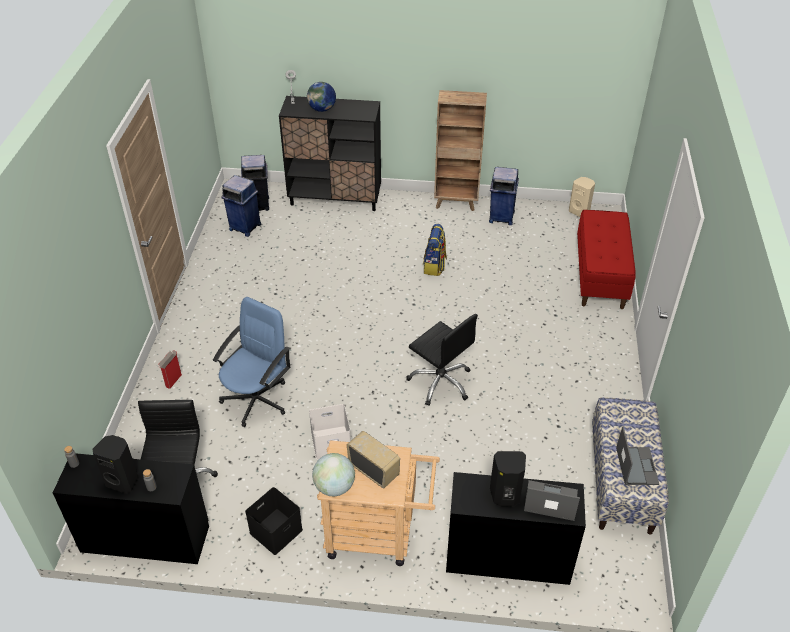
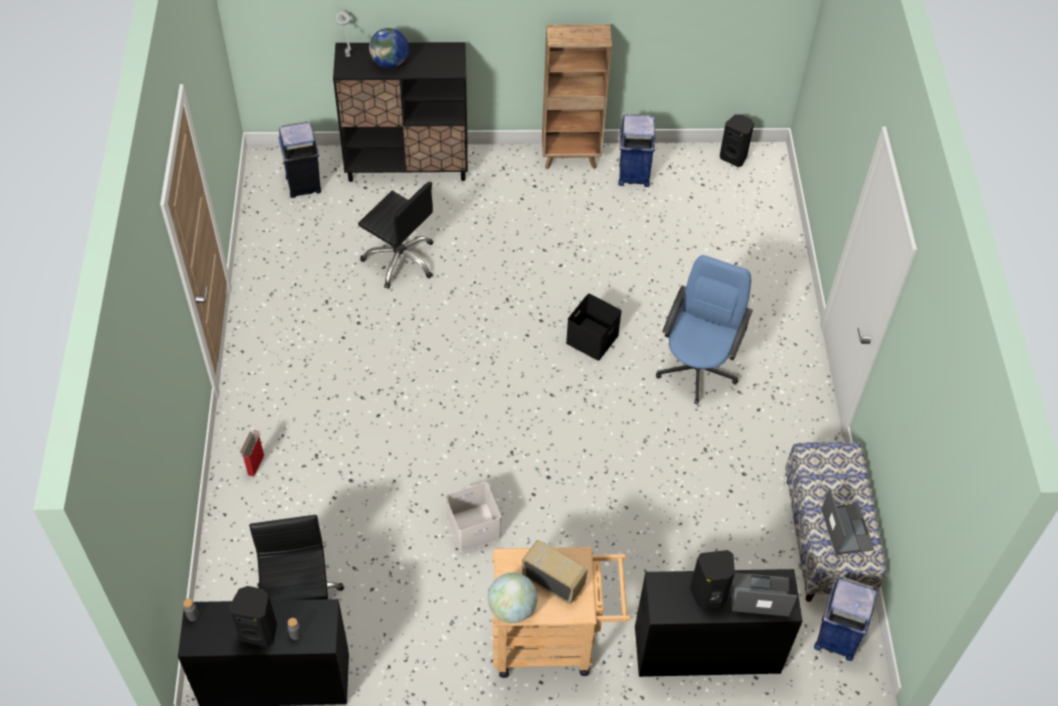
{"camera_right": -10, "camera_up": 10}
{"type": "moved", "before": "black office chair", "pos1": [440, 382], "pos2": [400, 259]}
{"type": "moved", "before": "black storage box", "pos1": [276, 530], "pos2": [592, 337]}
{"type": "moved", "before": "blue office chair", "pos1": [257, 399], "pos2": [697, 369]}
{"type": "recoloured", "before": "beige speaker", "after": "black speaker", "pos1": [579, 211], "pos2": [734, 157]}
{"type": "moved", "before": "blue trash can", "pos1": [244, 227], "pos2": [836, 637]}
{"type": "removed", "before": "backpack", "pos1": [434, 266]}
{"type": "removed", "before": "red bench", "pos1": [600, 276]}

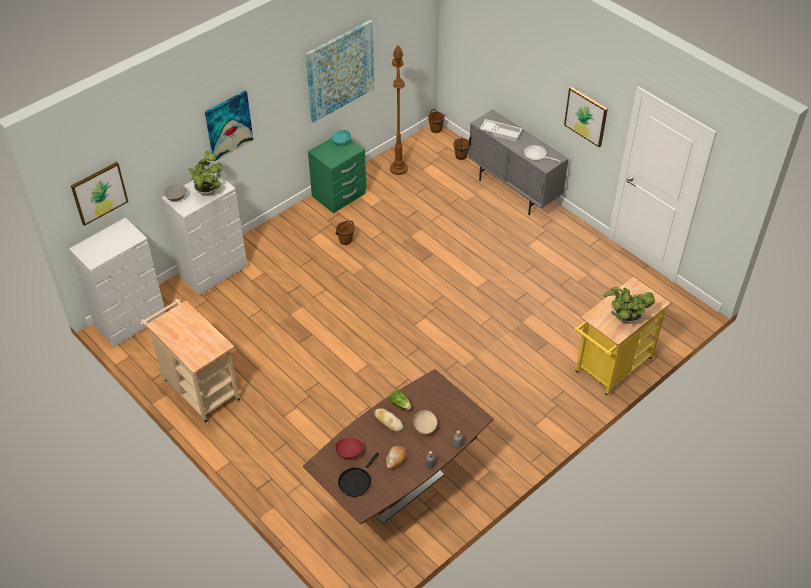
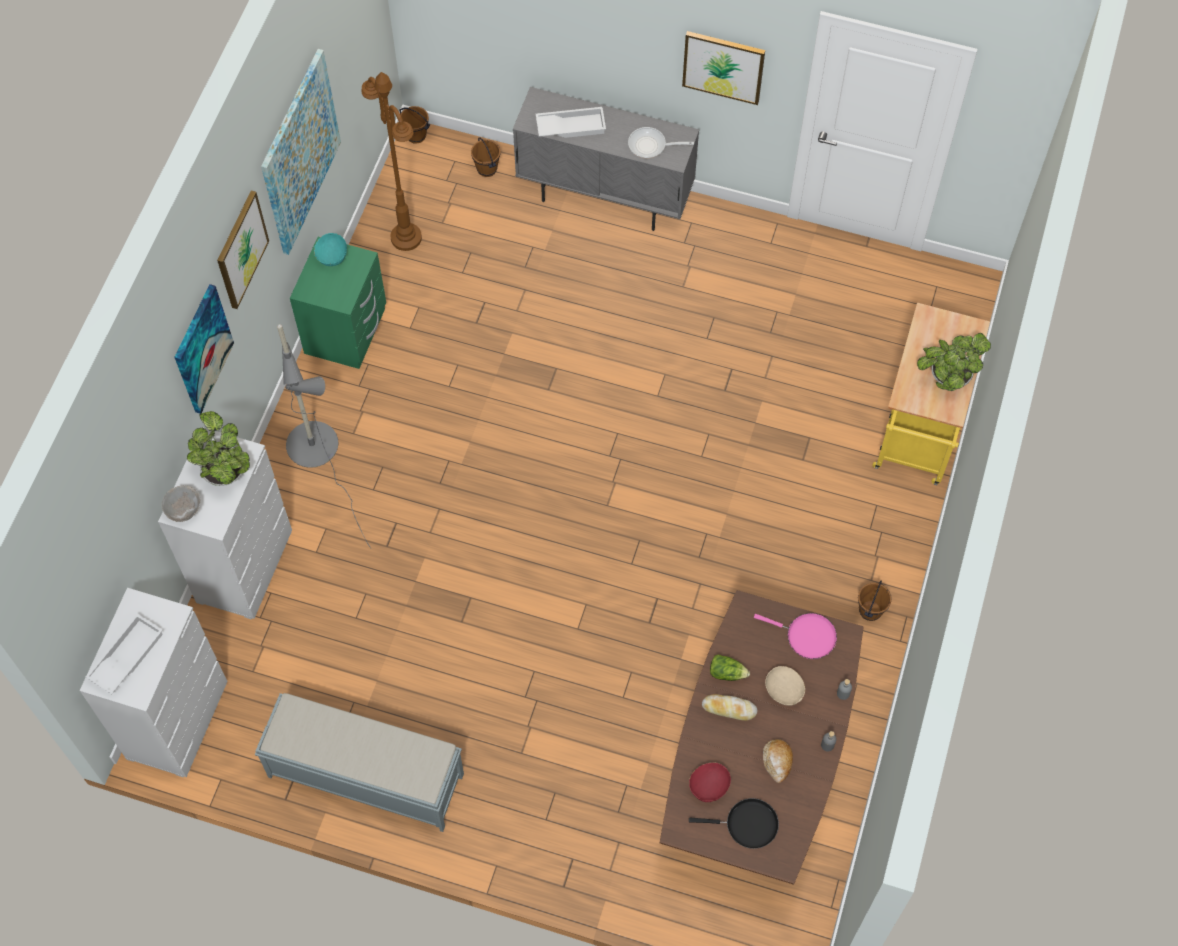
{"camera_right": -30, "camera_up": 15}
{"type": "added", "after": "white tray", "pos2": [126, 656]}
{"type": "moved", "before": "picture", "pos1": [99, 193], "pos2": [241, 249]}
{"type": "replaced", "before": "beige cart", "after": "grey bench", "pos1": [198, 387], "pos2": [364, 775]}
{"type": "added", "after": "grey floor lamp", "pos2": [318, 453]}
{"type": "turned", "before": "black frying pan", "pos1": [356, 481], "pos2": [747, 825], "turn": -90}
{"type": "added", "after": "pink frying pan", "pos2": [807, 636]}
{"type": "moved", "before": "brown bucket", "pos1": [345, 240], "pos2": [869, 610]}

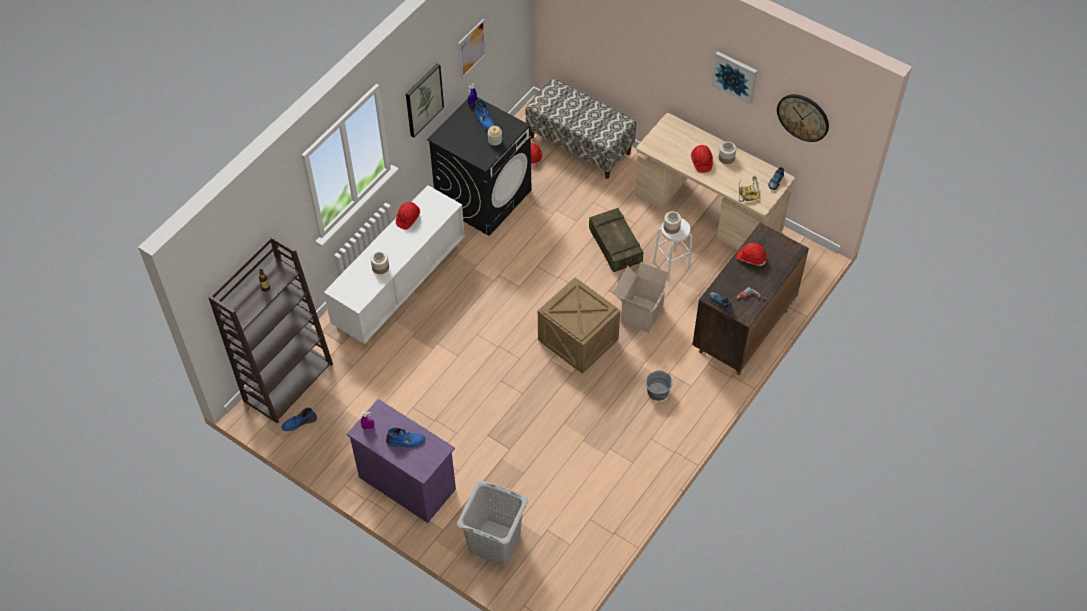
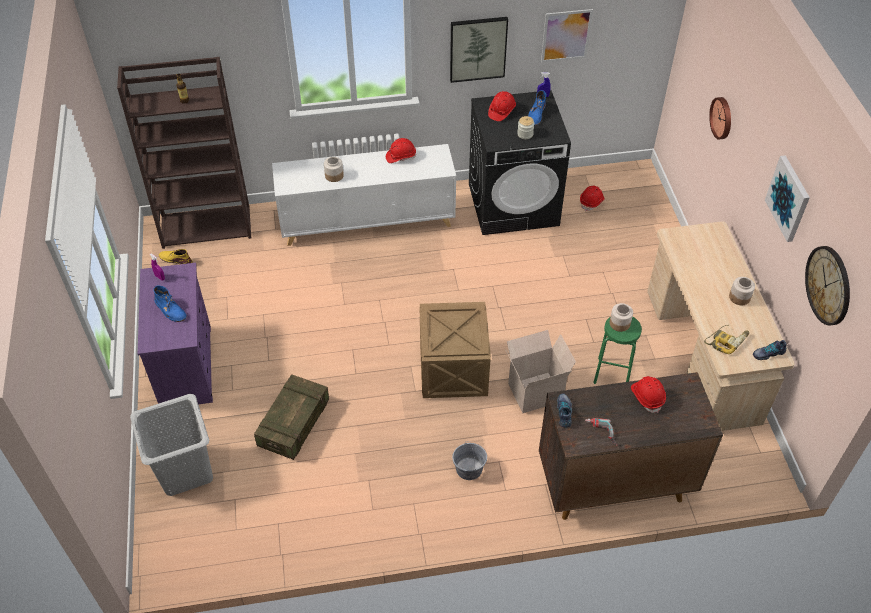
{"camera_right": 45, "camera_up": -5}
{"type": "recoloured", "before": "blue boot", "after": "yellow boot", "pos1": [299, 422], "pos2": [176, 260]}
{"type": "moved", "before": "crate", "pos1": [615, 246], "pos2": [294, 424]}
{"type": "moved", "before": "red hard hat", "pos1": [701, 162], "pos2": [501, 111]}
{"type": "recoloured", "before": "white stool", "after": "green stool", "pos1": [671, 265], "pos2": [612, 373]}
{"type": "added", "after": "wall clock", "pos2": [722, 118]}
{"type": "removed", "before": "bench", "pos1": [580, 145]}

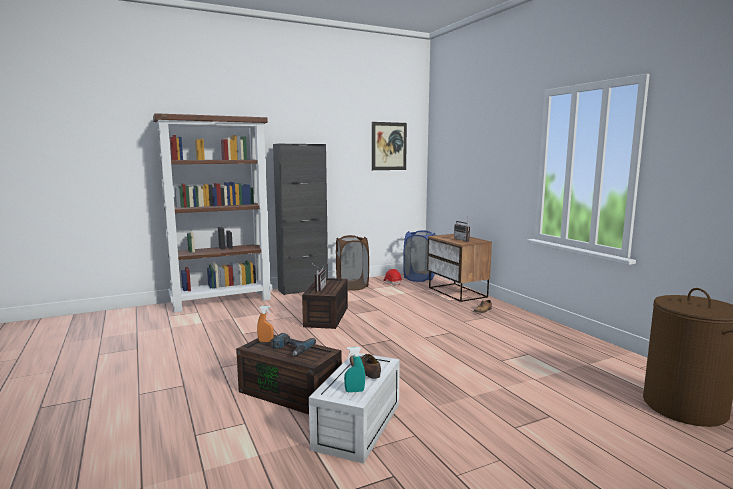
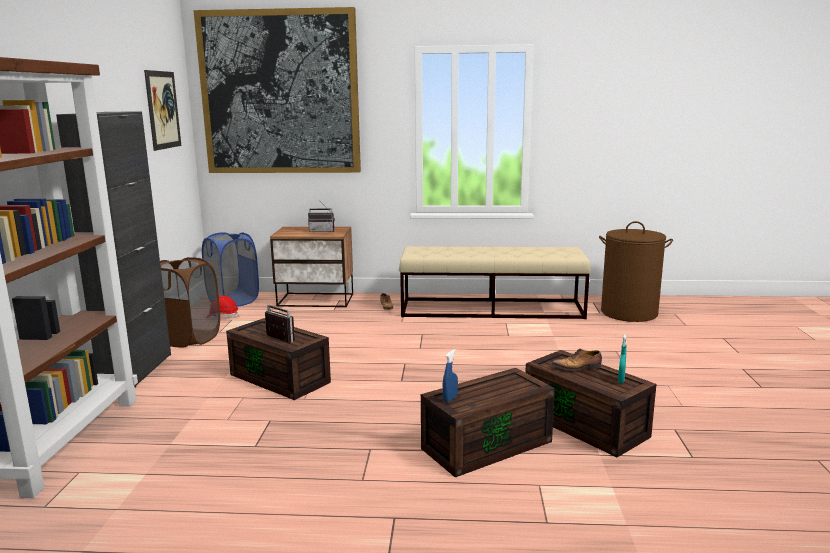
{"camera_right": -60, "camera_up": 5}
{"type": "added", "after": "picture", "pos2": [280, 93]}
{"type": "added", "after": "beige bench", "pos2": [492, 309]}
{"type": "recoloured", "before": "orange spray bottle", "after": "blue spray bottle", "pos1": [265, 341], "pos2": [450, 399]}
{"type": "recoloured", "before": "white storage box", "after": "brown storage box", "pos1": [359, 427], "pos2": [587, 425]}
{"type": "removed", "before": "power drill", "pos1": [291, 349]}

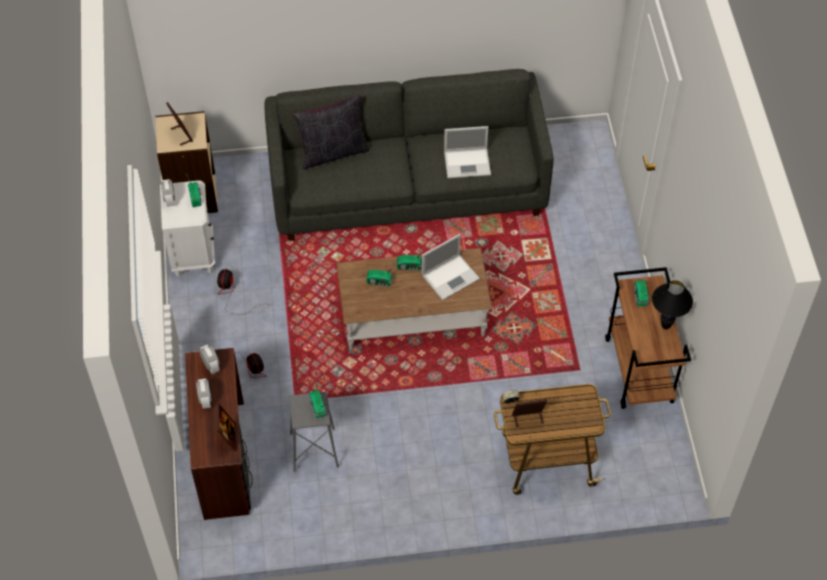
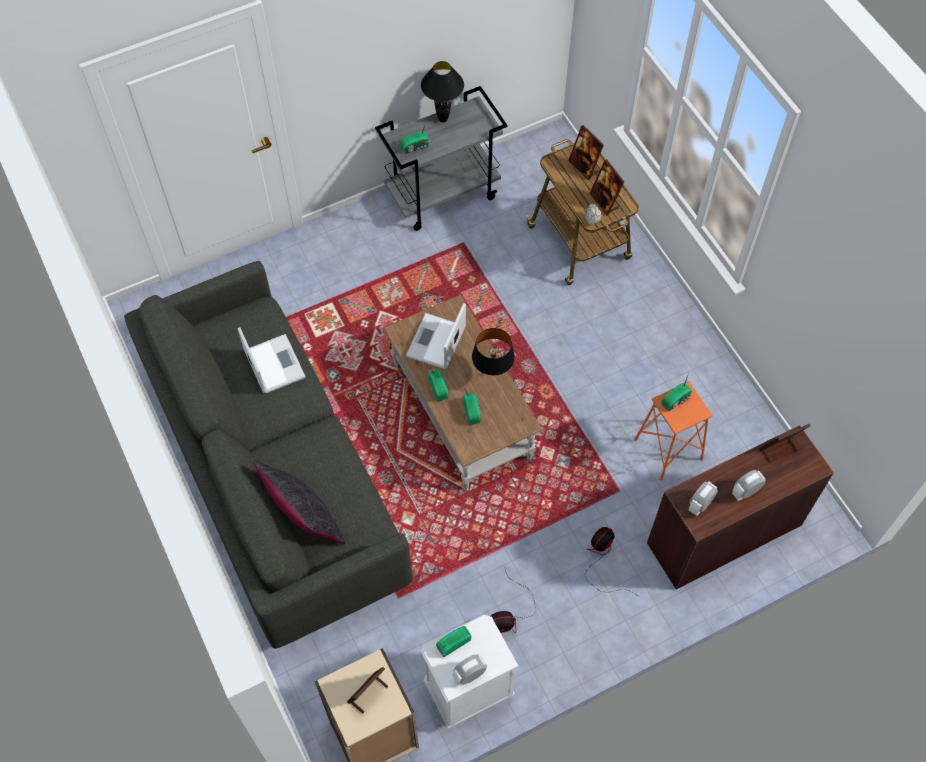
{"camera_right": -110, "camera_up": 5}
{"type": "recoloured", "before": "brown cart", "after": "grey cart", "pos1": [639, 371], "pos2": [443, 194]}
{"type": "turned", "before": "laptop", "pos1": [451, 276], "pos2": [436, 343], "turn": -105}
{"type": "added", "after": "black table lamp", "pos2": [492, 375]}
{"type": "added", "after": "picture frame", "pos2": [584, 167]}
{"type": "recoloured", "before": "grey stool", "after": "orange stool", "pos1": [314, 450], "pos2": [668, 449]}

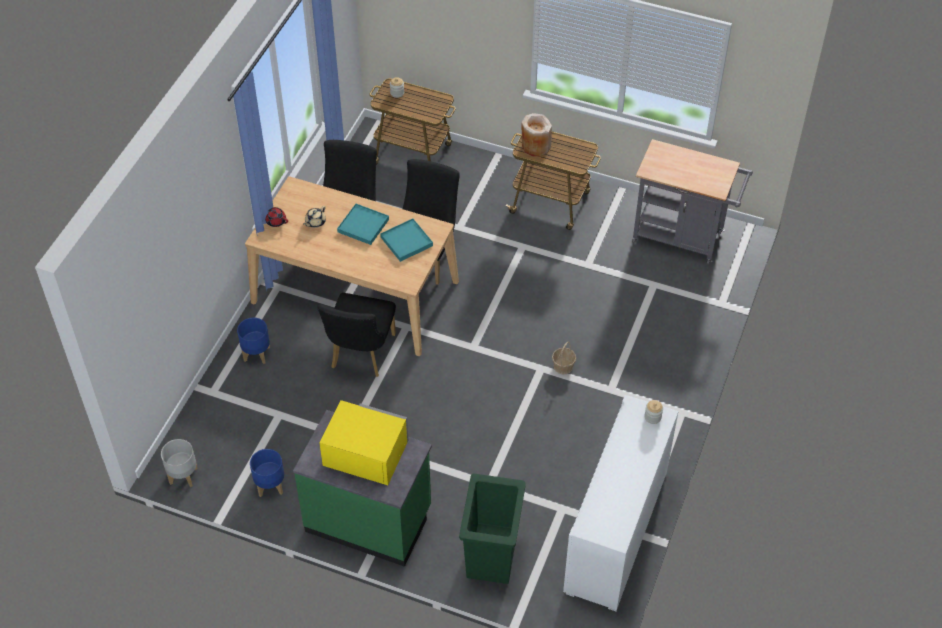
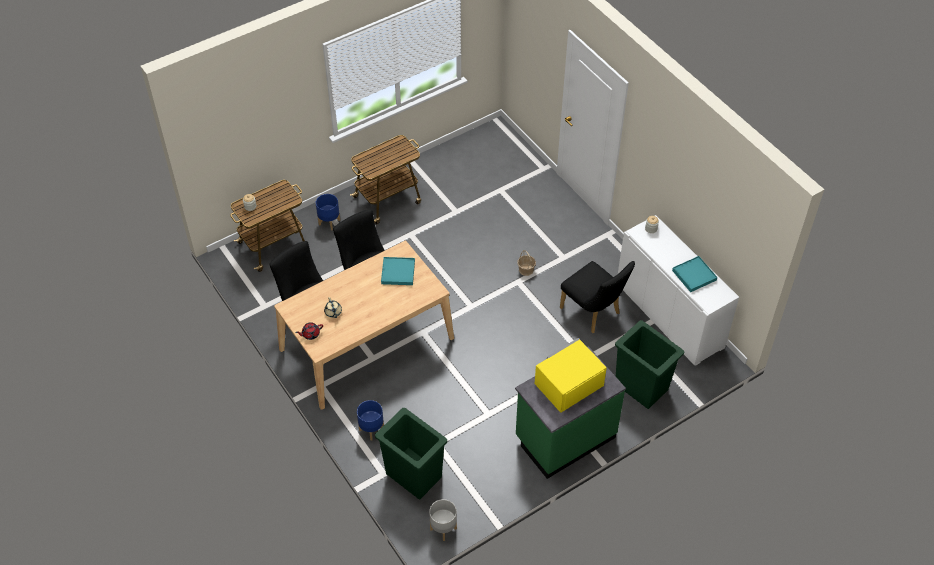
{"camera_right": -55, "camera_up": 0}
{"type": "moved", "before": "blue planter", "pos1": [270, 486], "pos2": [329, 222]}
{"type": "added", "after": "green trash can", "pos2": [413, 475]}
{"type": "moved", "before": "black chair", "pos1": [361, 355], "pos2": [593, 313]}
{"type": "moved", "before": "turquoise tray", "pos1": [363, 226], "pos2": [694, 275]}
{"type": "removed", "before": "beige vase", "pos1": [535, 146]}
{"type": "removed", "before": "grey cart", "pos1": [683, 238]}

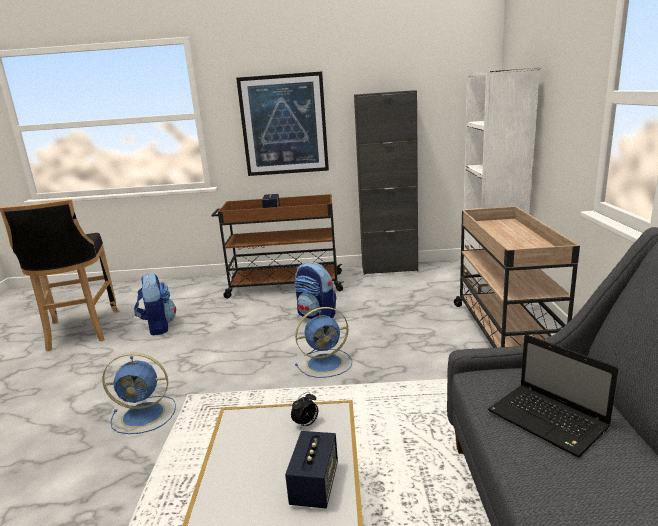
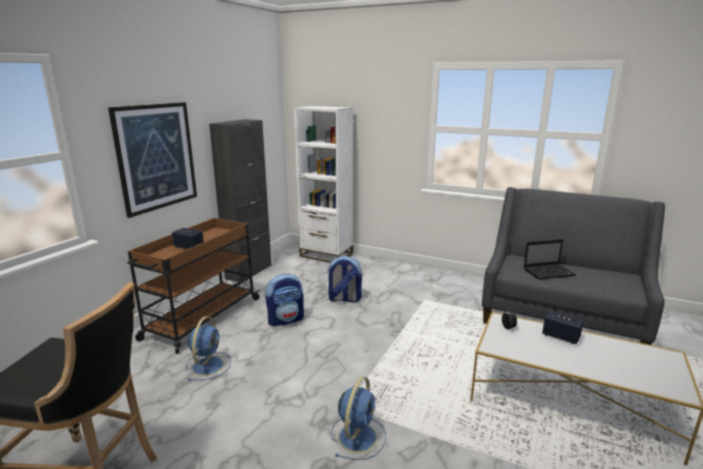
{"camera_right": -65, "camera_up": 0}
{"type": "moved", "before": "blue fan", "pos1": [326, 363], "pos2": [208, 365]}
{"type": "moved", "before": "backpack", "pos1": [158, 327], "pos2": [344, 299]}
{"type": "removed", "before": "beige cart", "pos1": [505, 333]}

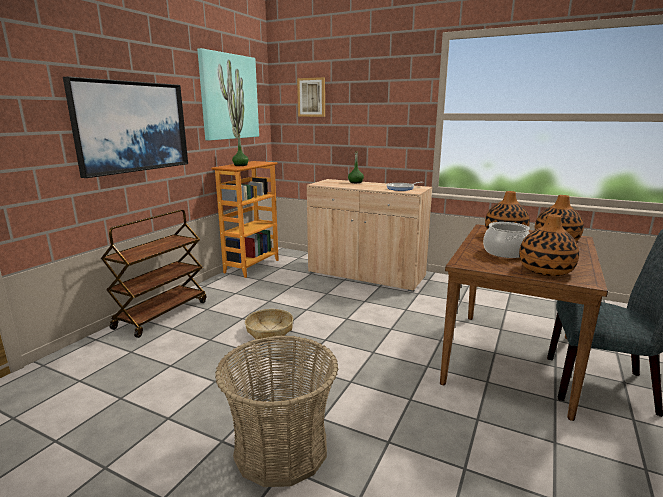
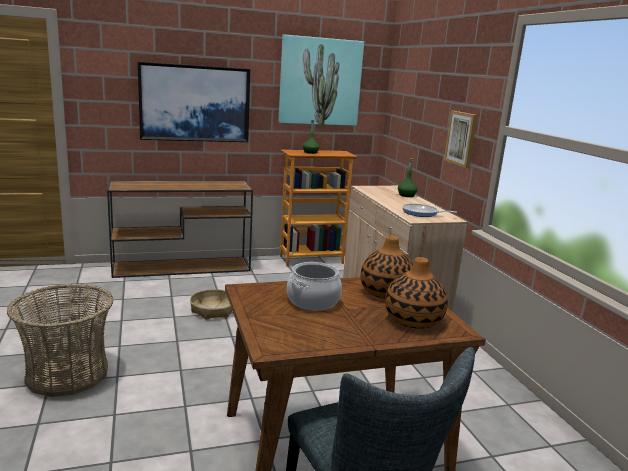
{"camera_right": 45, "camera_up": 0}
{"type": "replaced", "before": "brown cart", "after": "brown console table", "pos1": [162, 314], "pos2": [183, 267]}
{"type": "moved", "before": "picture", "pos1": [311, 97], "pos2": [461, 138]}
{"type": "removed", "before": "vase", "pos1": [545, 270]}

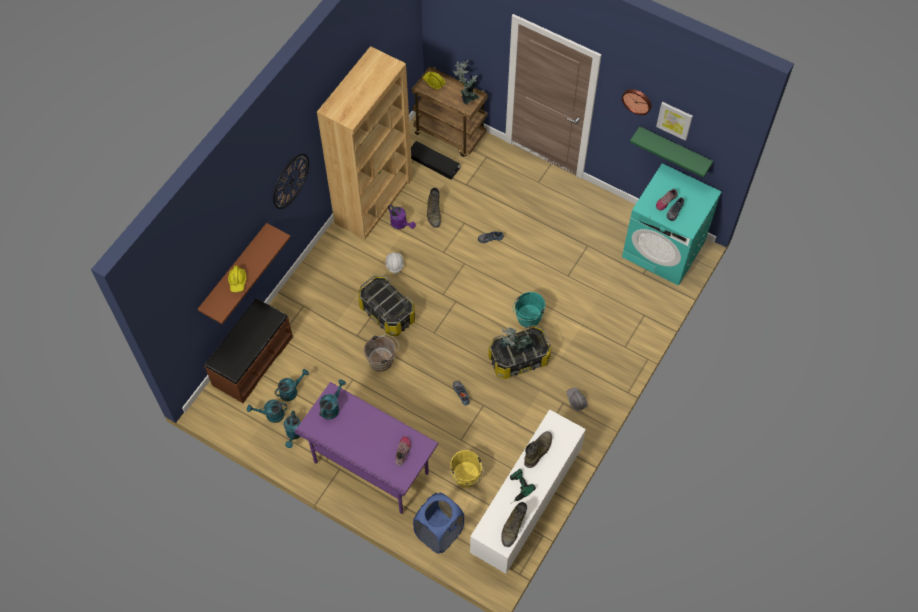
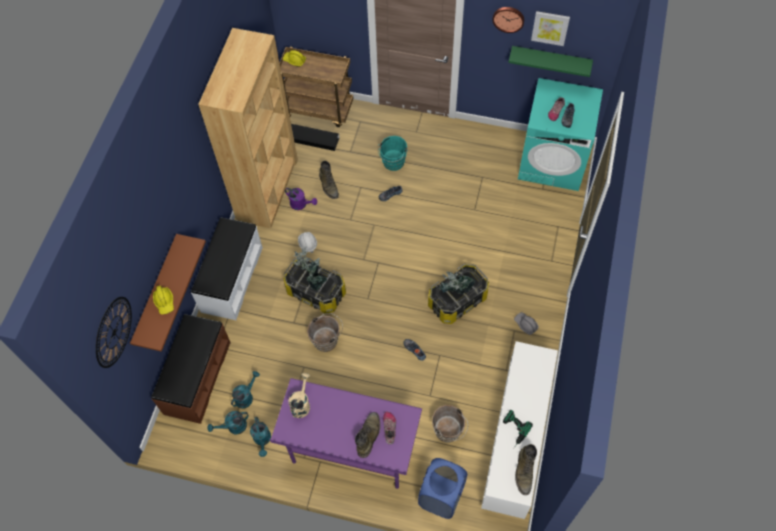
{"camera_right": -15, "camera_up": 0}
{"type": "moved", "before": "wall clock", "pos1": [291, 181], "pos2": [113, 332]}
{"type": "added", "after": "white bench", "pos2": [231, 279]}
{"type": "recoloured", "before": "turquoise watering can", "after": "beige watering can", "pos1": [332, 407], "pos2": [301, 404]}
{"type": "moved", "before": "potted plant", "pos1": [467, 97], "pos2": [313, 280]}
{"type": "moved", "before": "green boot", "pos1": [538, 450], "pos2": [368, 435]}
{"type": "moved", "before": "turquoise bucket", "pos1": [527, 319], "pos2": [393, 163]}
{"type": "recoloured", "before": "yellow bucket", "after": "brown bucket", "pos1": [466, 478], "pos2": [448, 432]}

